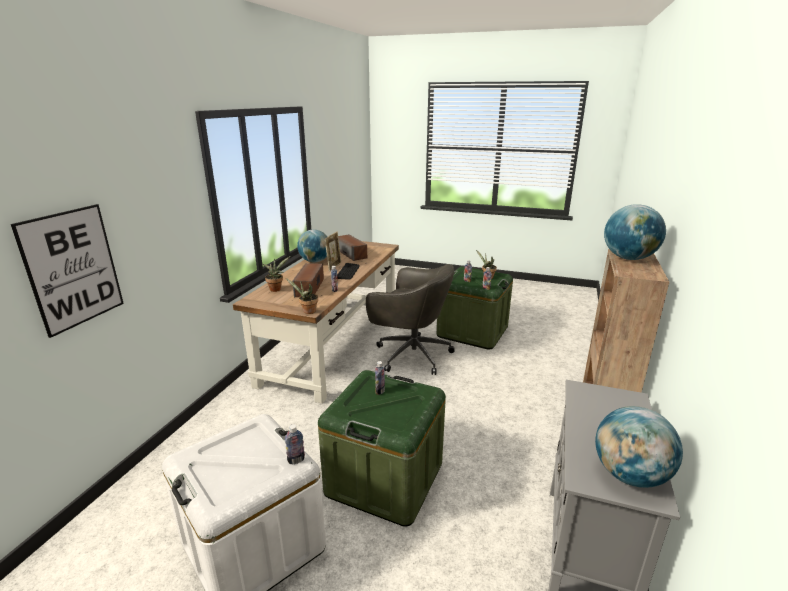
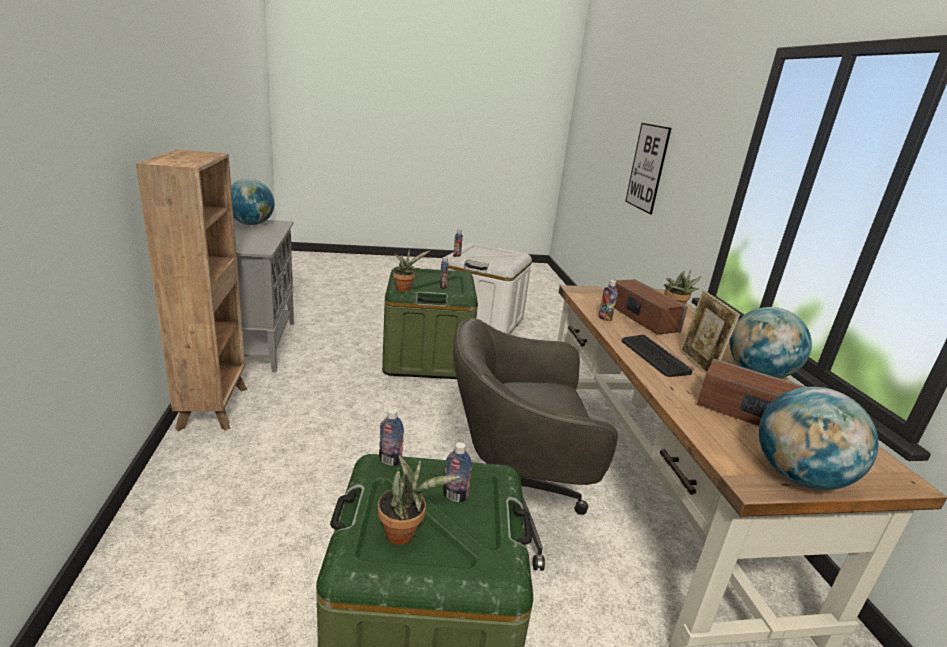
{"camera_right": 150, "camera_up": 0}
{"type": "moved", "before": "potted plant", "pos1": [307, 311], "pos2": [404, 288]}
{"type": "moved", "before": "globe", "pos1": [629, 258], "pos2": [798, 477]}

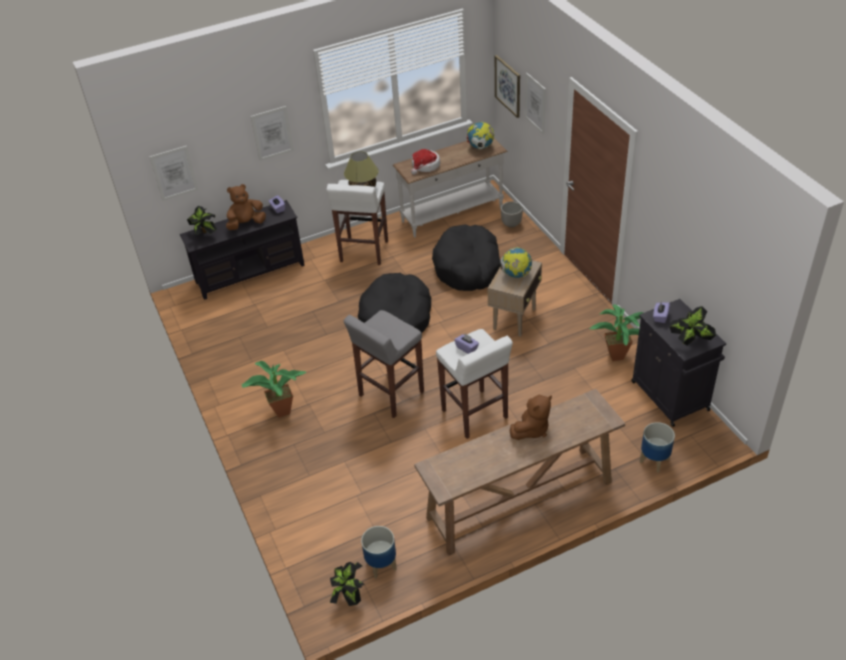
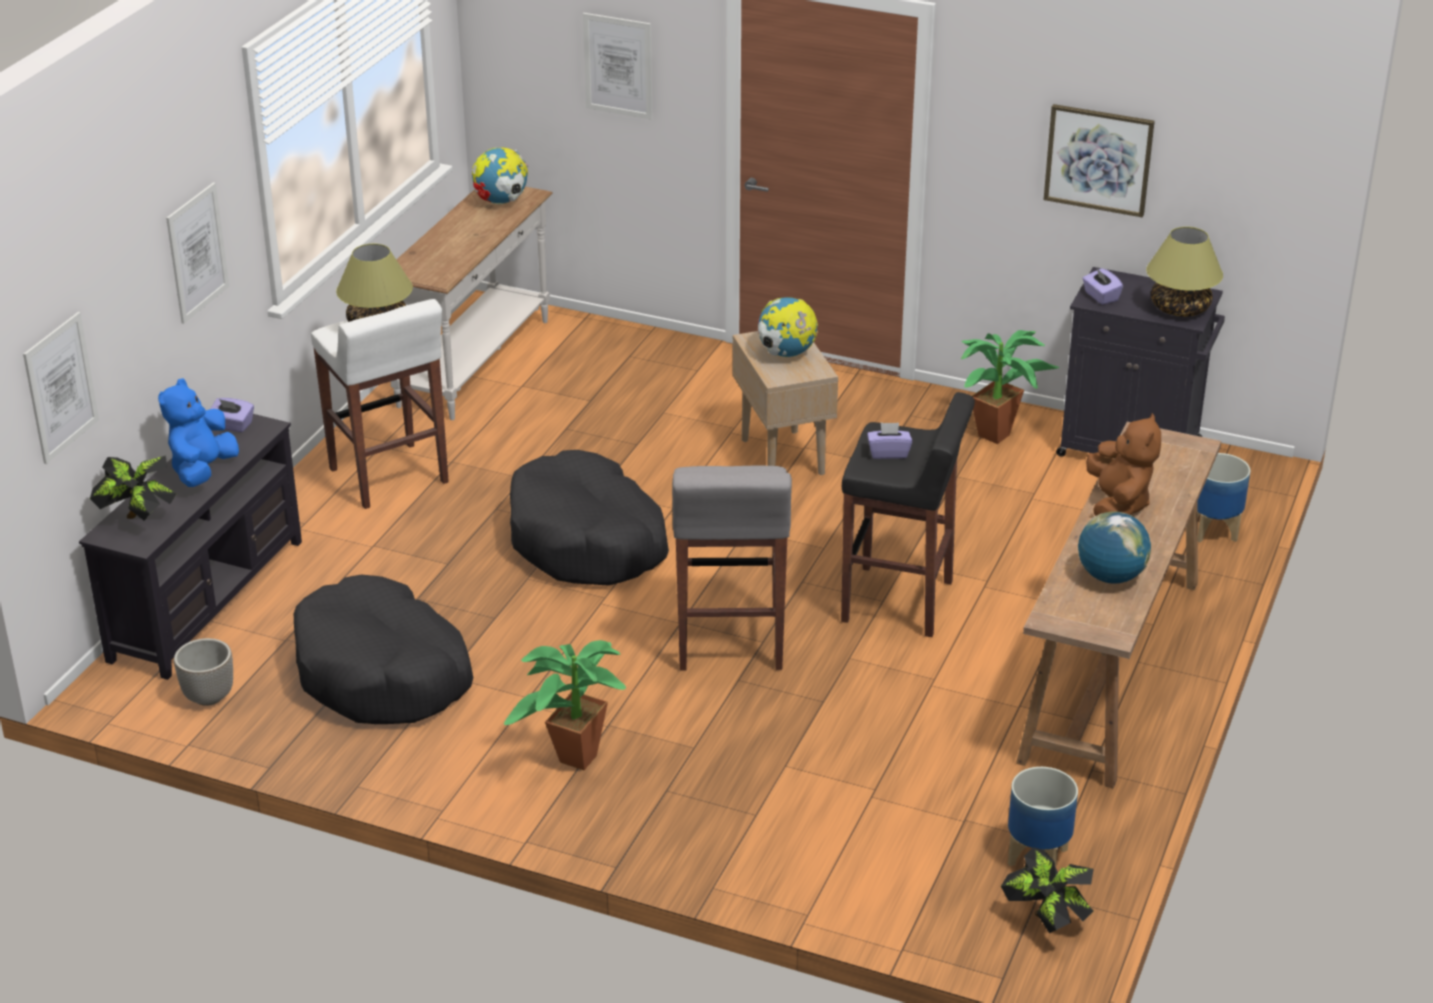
{"camera_right": -45, "camera_up": -10}
{"type": "recoloured", "before": "brown plush toy", "after": "blue plush toy", "pos1": [246, 224], "pos2": [202, 471]}
{"type": "moved", "before": "planter", "pos1": [511, 224], "pos2": [209, 696]}
{"type": "moved", "before": "black dog bed", "pos1": [468, 267], "pos2": [383, 674]}
{"type": "recoloured", "before": "white stool", "after": "black stool", "pos1": [475, 415], "pos2": [899, 602]}
{"type": "moved", "before": "picture", "pos1": [508, 86], "pos2": [1098, 159]}
{"type": "added", "after": "globe", "pos2": [1110, 577]}
{"type": "replaced", "before": "potted plant", "after": "table lamp", "pos1": [690, 342], "pos2": [1179, 308]}
{"type": "removed", "before": "hat", "pos1": [425, 166]}

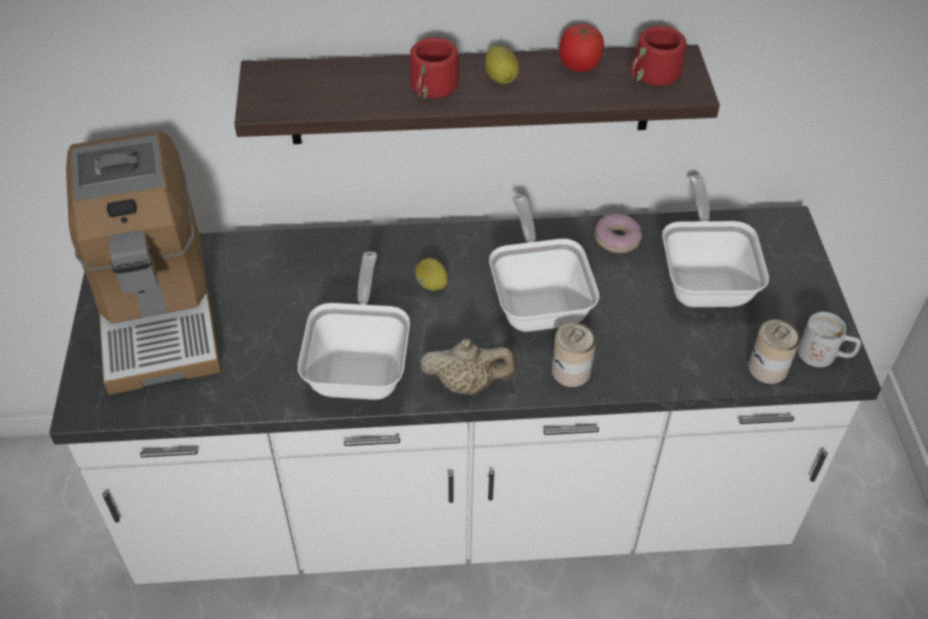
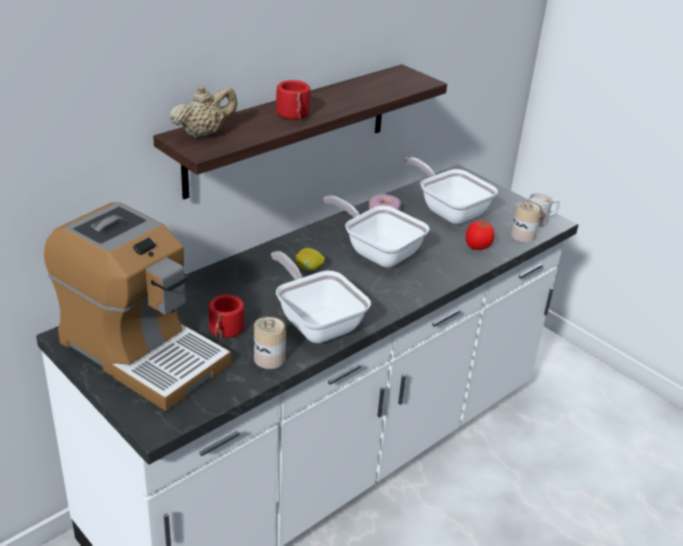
{"camera_right": -40, "camera_up": -15}
{"type": "moved", "before": "beige teapot", "pos1": [467, 383], "pos2": [204, 133]}
{"type": "moved", "before": "red mug", "pos1": [654, 78], "pos2": [227, 332]}
{"type": "moved", "before": "can", "pos1": [571, 371], "pos2": [269, 358]}
{"type": "moved", "before": "tomato", "pos1": [579, 66], "pos2": [477, 247]}
{"type": "removed", "before": "lemon", "pos1": [501, 78]}

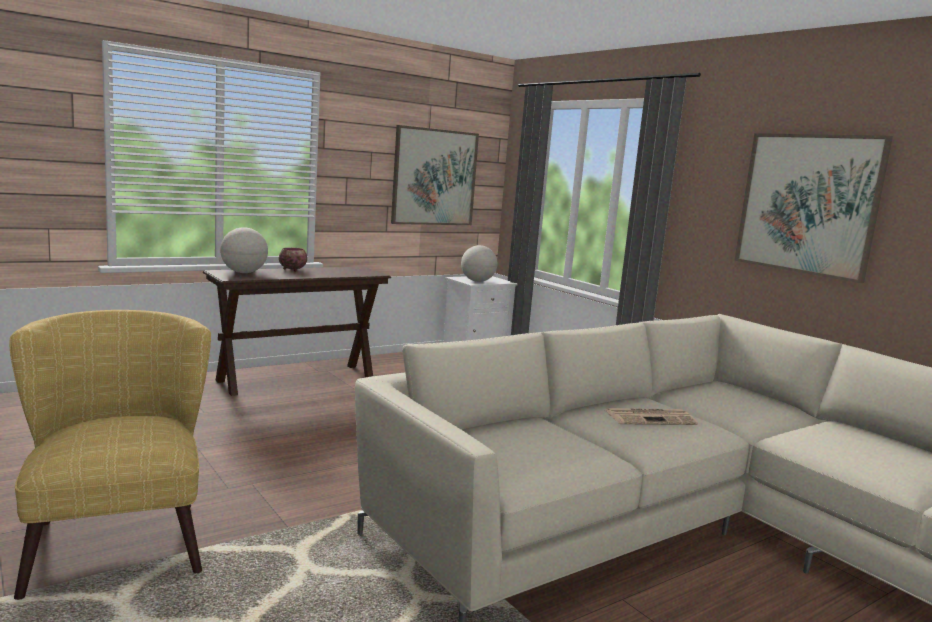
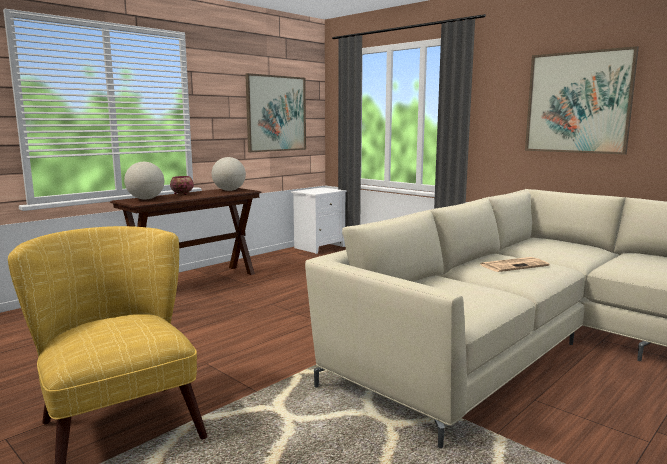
{"camera_right": -10, "camera_up": 0}
{"type": "moved", "before": "globe", "pos1": [477, 281], "pos2": [229, 190]}

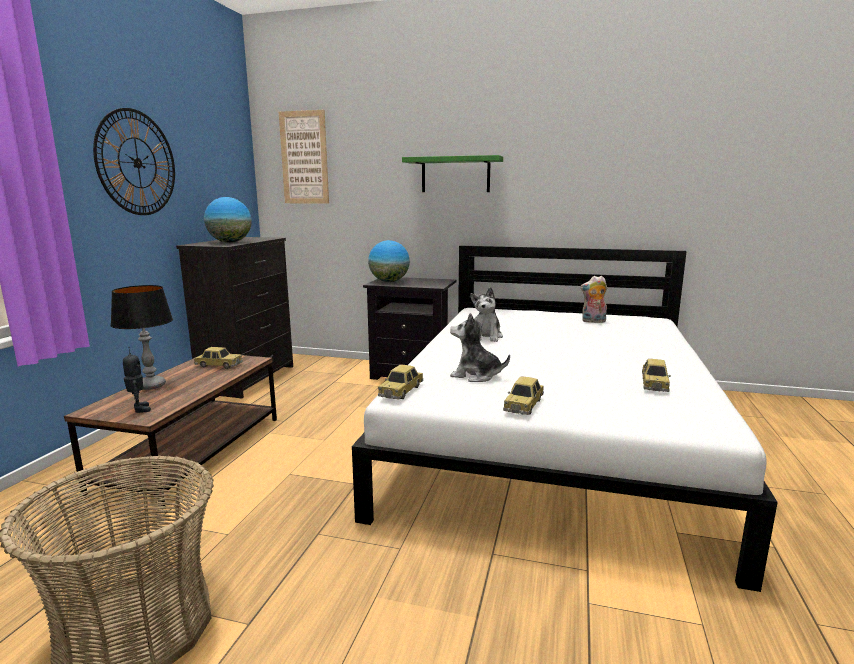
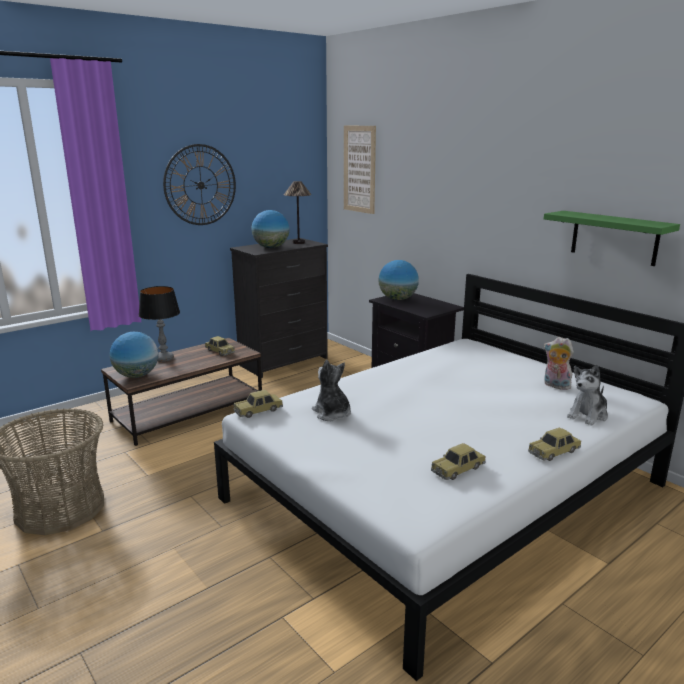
{"camera_right": 35, "camera_up": 5}
{"type": "replaced", "before": "toy robot", "after": "globe", "pos1": [139, 409], "pos2": [137, 375]}
{"type": "added", "after": "table lamp", "pos2": [298, 242]}
{"type": "moved", "before": "toy car", "pos1": [524, 405], "pos2": [554, 452]}
{"type": "moved", "before": "green shelf", "pos1": [455, 175], "pos2": [614, 237]}
{"type": "moved", "before": "plush toy", "pos1": [486, 337], "pos2": [588, 415]}

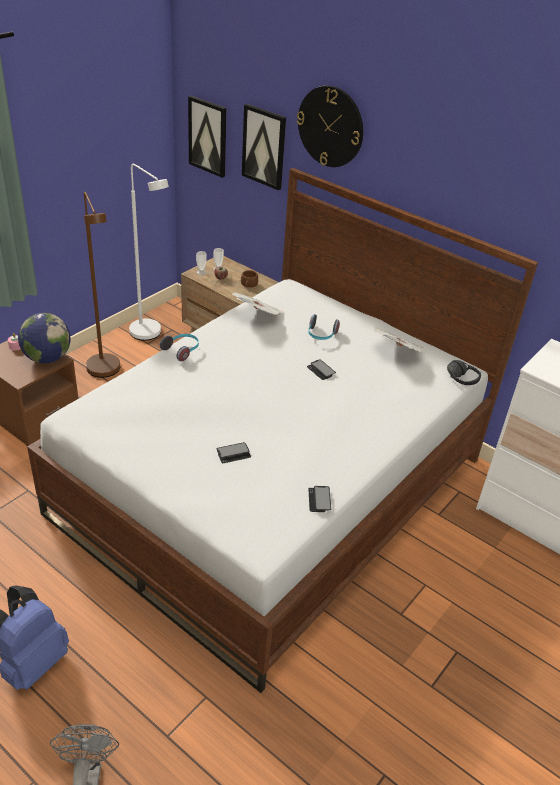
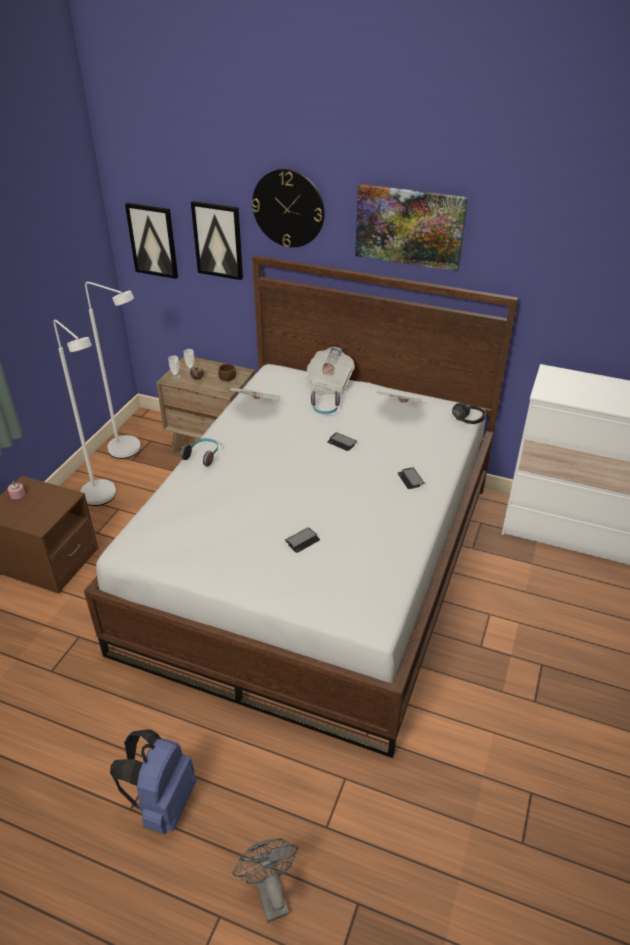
{"camera_right": -15, "camera_up": 0}
{"type": "recoloured", "before": "brown floor lamp", "after": "white floor lamp", "pos1": [105, 373], "pos2": [103, 499]}
{"type": "added", "after": "newspaper", "pos2": [328, 384]}
{"type": "added", "after": "picture", "pos2": [409, 226]}
{"type": "moved", "before": "phone", "pos1": [319, 500], "pos2": [410, 479]}
{"type": "removed", "before": "globe", "pos1": [47, 358]}

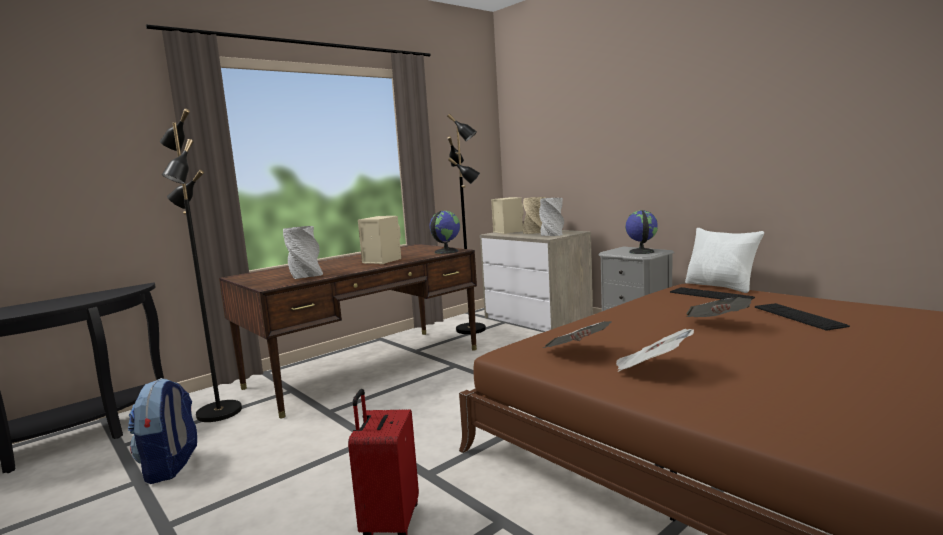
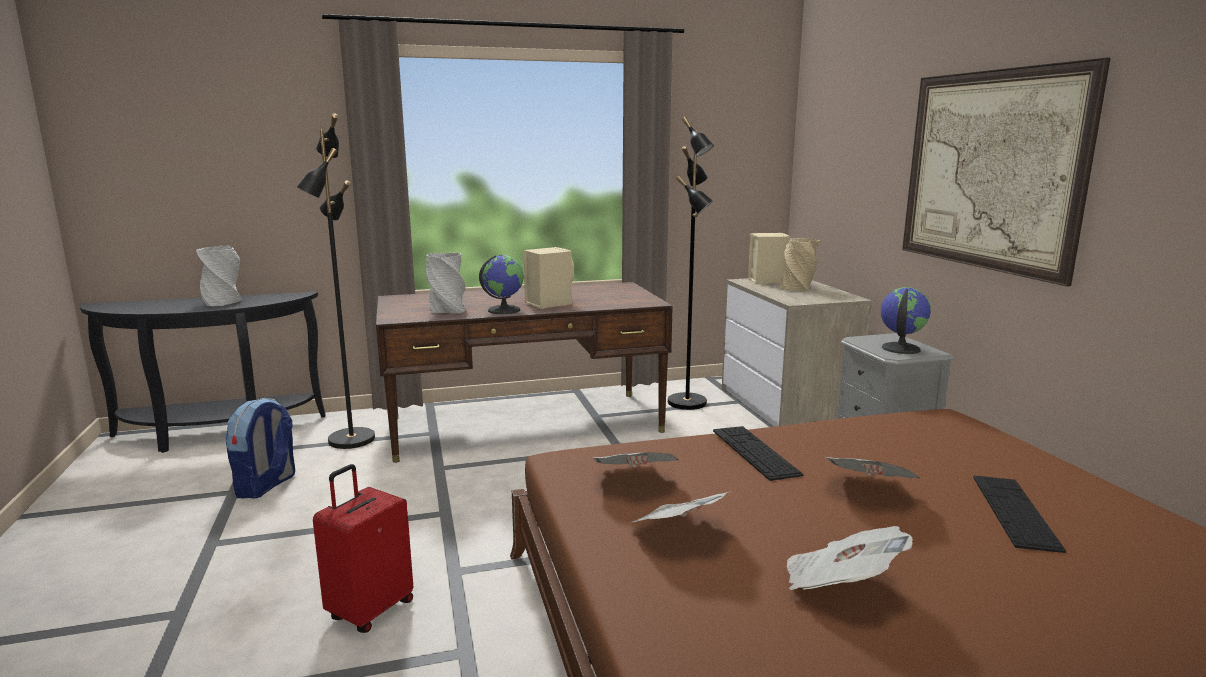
{"camera_right": 25, "camera_up": 5}
{"type": "moved", "before": "grey vase", "pos1": [552, 234], "pos2": [223, 302]}
{"type": "moved", "before": "globe", "pos1": [446, 251], "pos2": [503, 310]}
{"type": "moved", "before": "keyboard", "pos1": [710, 295], "pos2": [755, 452]}
{"type": "added", "after": "newspaper", "pos2": [839, 585]}
{"type": "added", "after": "picture", "pos2": [990, 170]}
{"type": "removed", "before": "white pillow", "pos1": [721, 286]}

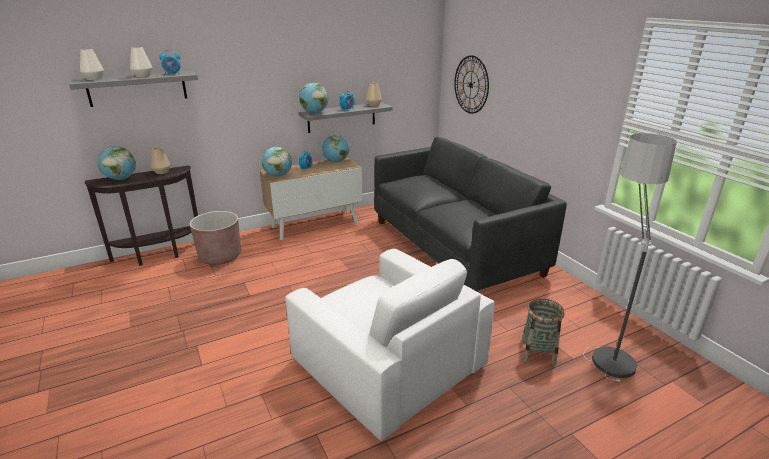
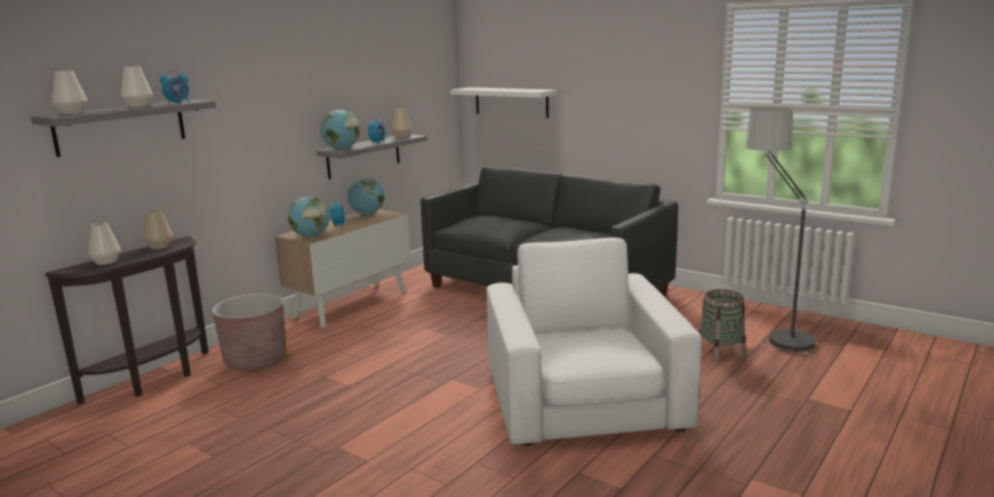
{"camera_right": -25, "camera_up": -10}
{"type": "replaced", "before": "globe", "after": "white vase", "pos1": [121, 179], "pos2": [106, 262]}
{"type": "replaced", "before": "wall clock", "after": "white shelf", "pos1": [471, 85], "pos2": [511, 102]}
{"type": "turned", "before": "white armchair", "pos1": [386, 363], "pos2": [585, 399], "turn": -120}

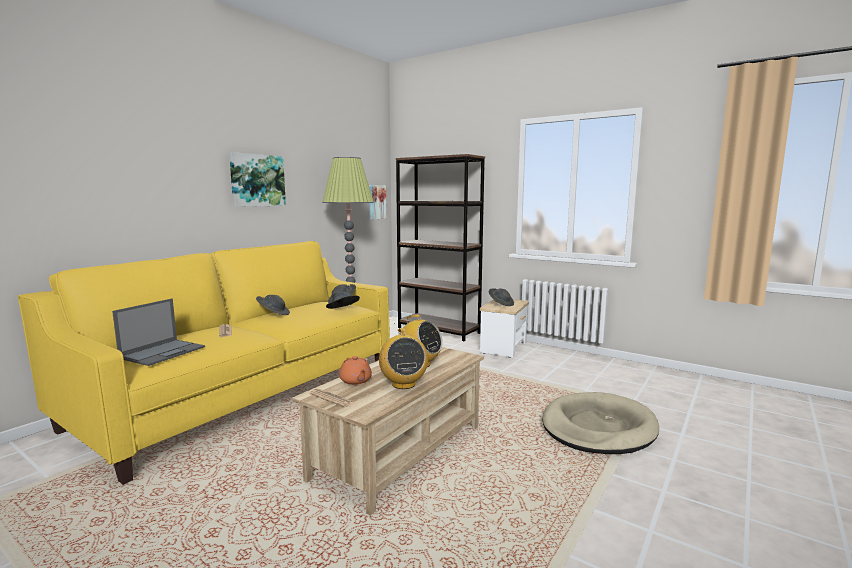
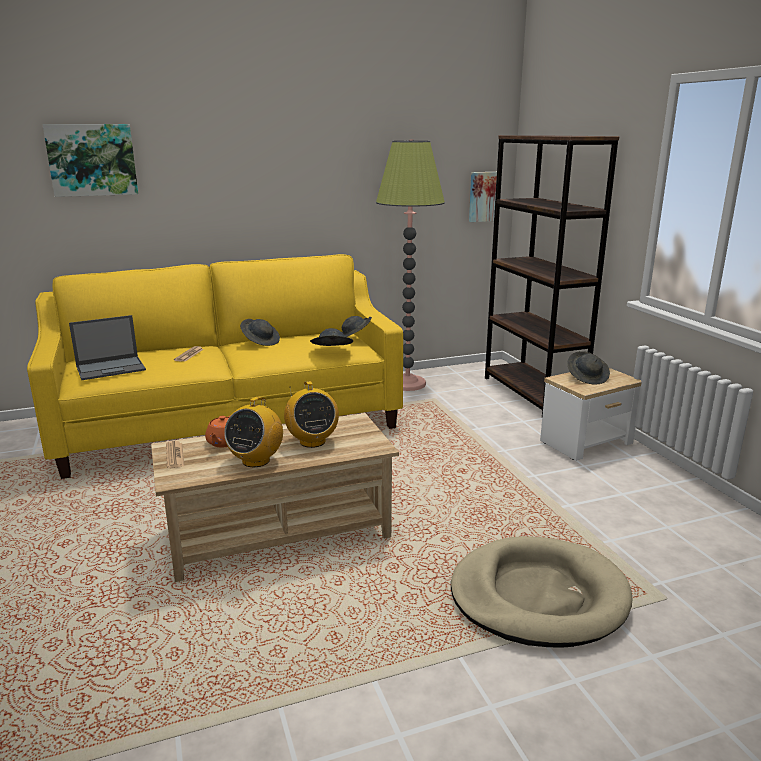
{"camera_right": 35, "camera_up": 10}
{"type": "moved", "before": "picture", "pos1": [257, 180], "pos2": [92, 160]}

